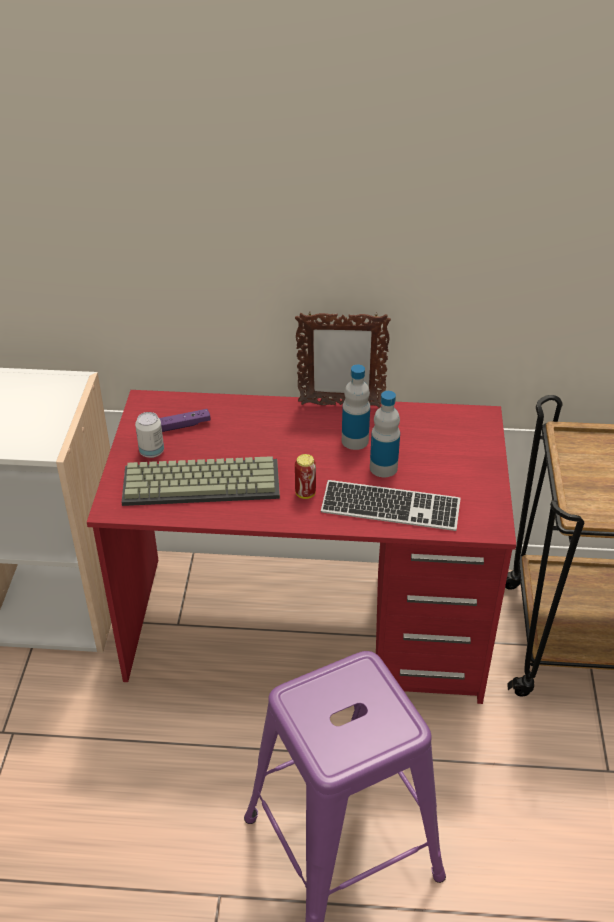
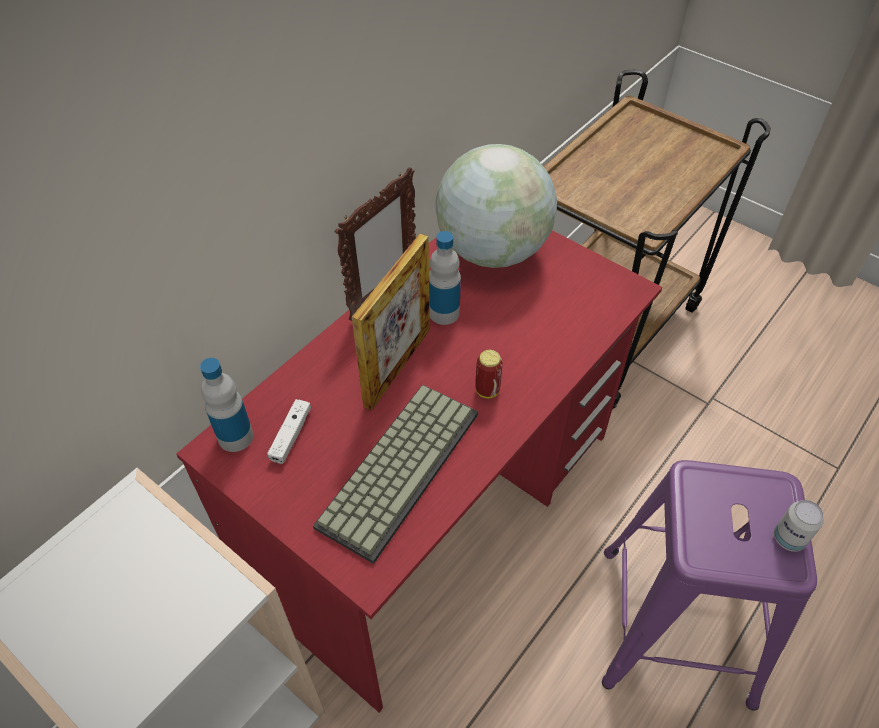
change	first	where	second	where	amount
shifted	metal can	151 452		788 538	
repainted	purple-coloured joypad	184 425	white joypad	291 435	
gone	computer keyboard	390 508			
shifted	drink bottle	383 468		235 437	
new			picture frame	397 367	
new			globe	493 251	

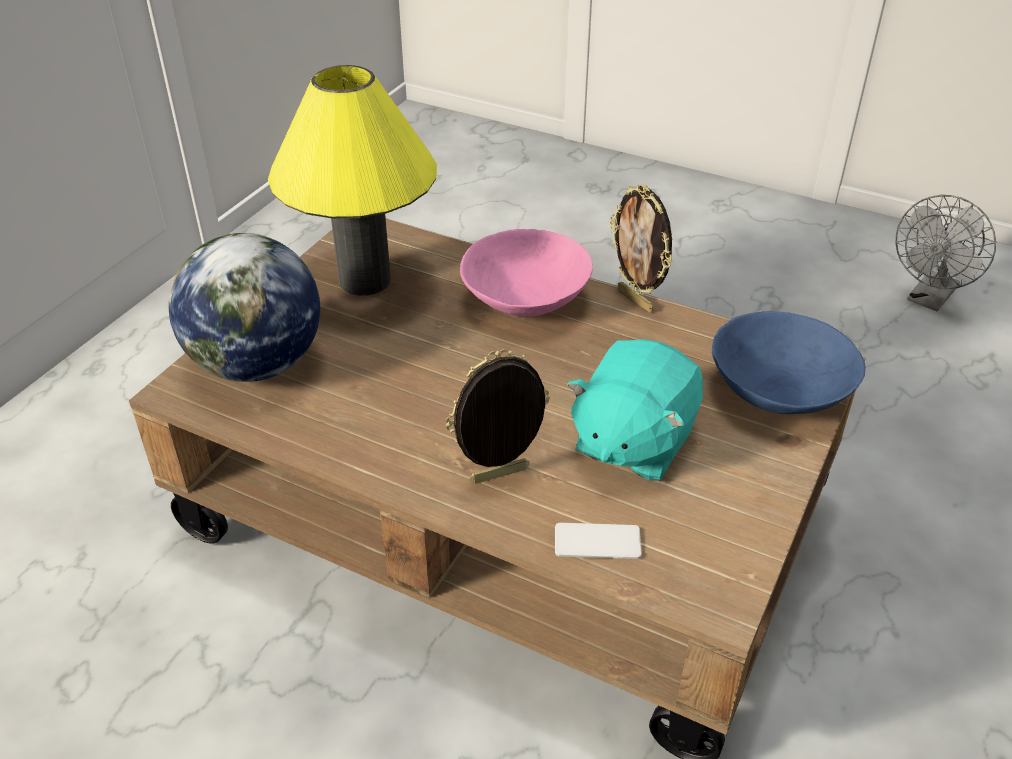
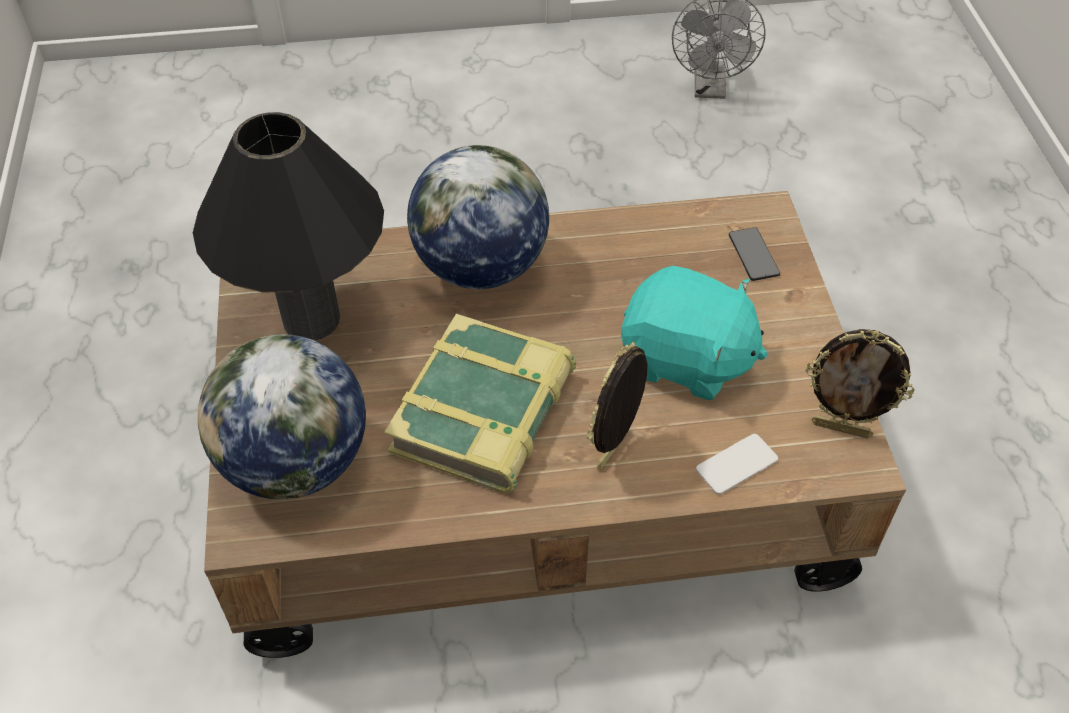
change	first	where	second	where	amount
repainted	yellowish tabletop lamp	365 280	black-coloured tabletop lamp	311 319	
swapped	pinkish deep dish	525 300	globe	480 267	
rotated	blue-green soft toy	632 441		686 360	60 degrees counterclockwise
shifted	picture frame	636 300		841 428	
swapped	blue-coloured deep dish	779 392	handset	753 255	
new			bound book	485 413	

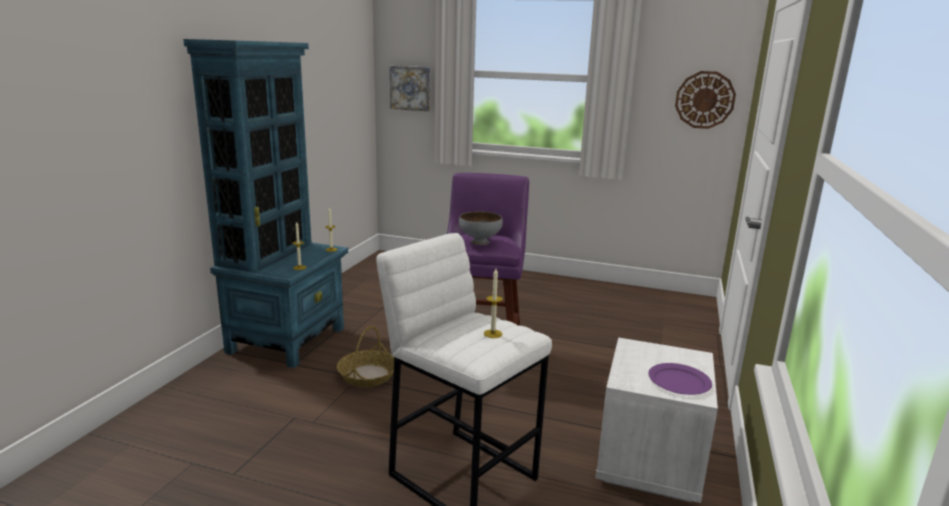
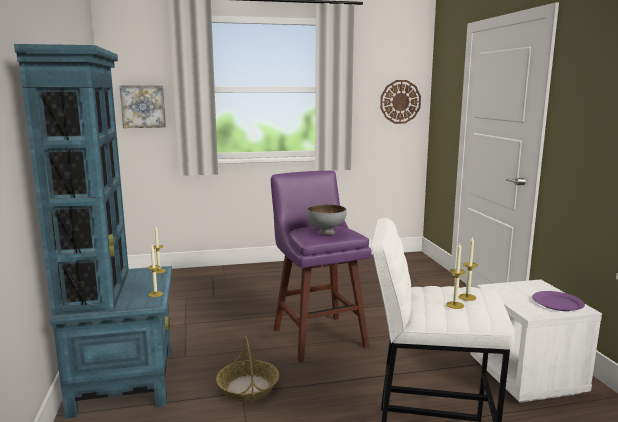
change	first	where	second	where	amount
new			candle	455 305	

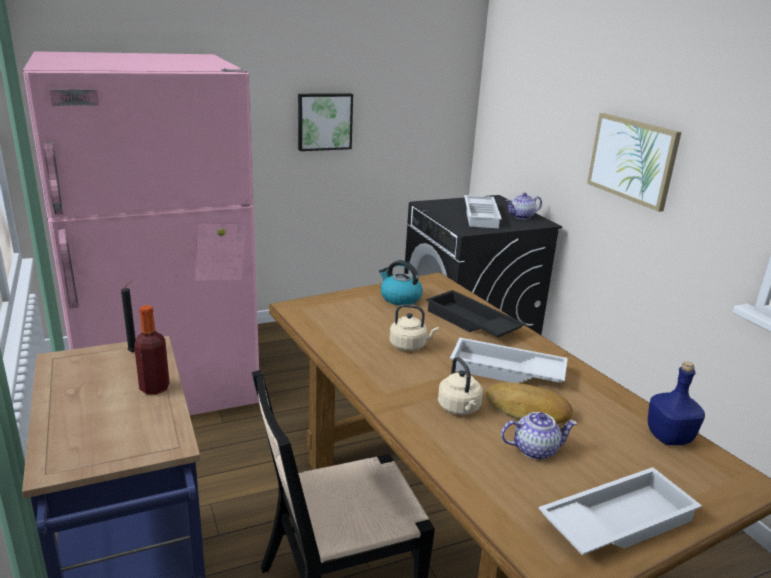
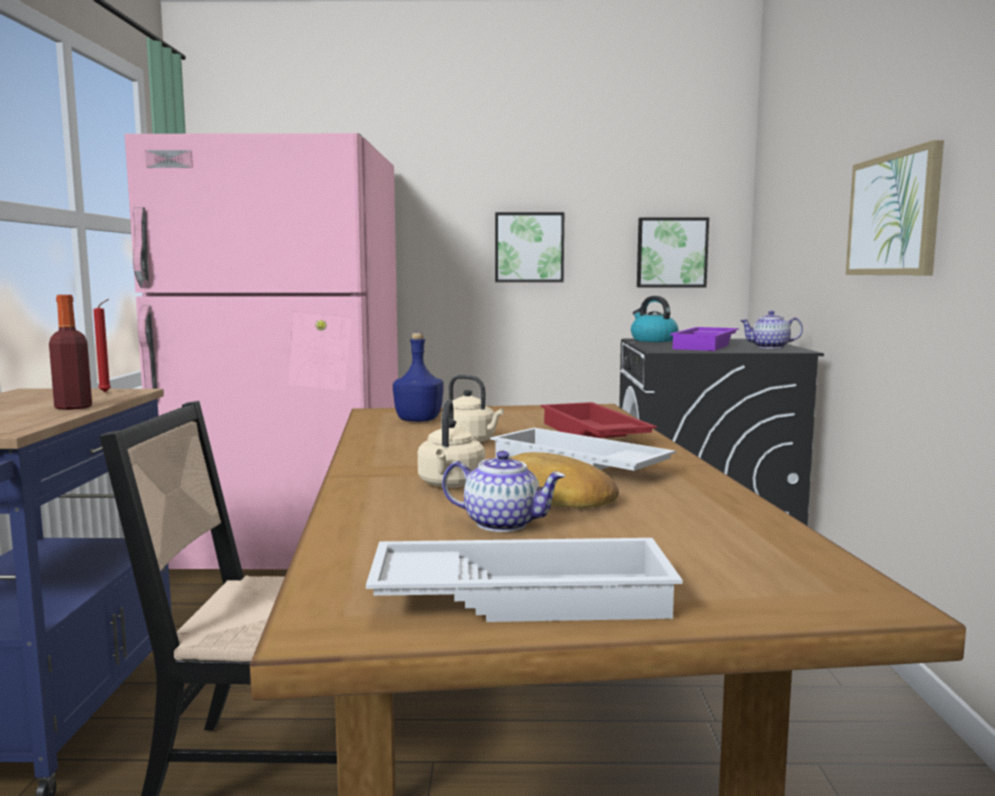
change	first	where	second	where	amount
repainted	black-coloured candle	134 351	red candle	107 392	
shifted	tea kettle	400 298		653 340	
repainted	black-coloured serving tray	470 322	red serving tray	591 434	
repainted	white serving tray	482 216	purple-coloured serving tray	706 345	
shifted	blue-coloured drink bottle	669 437		419 420	
new			wall art	671 252	

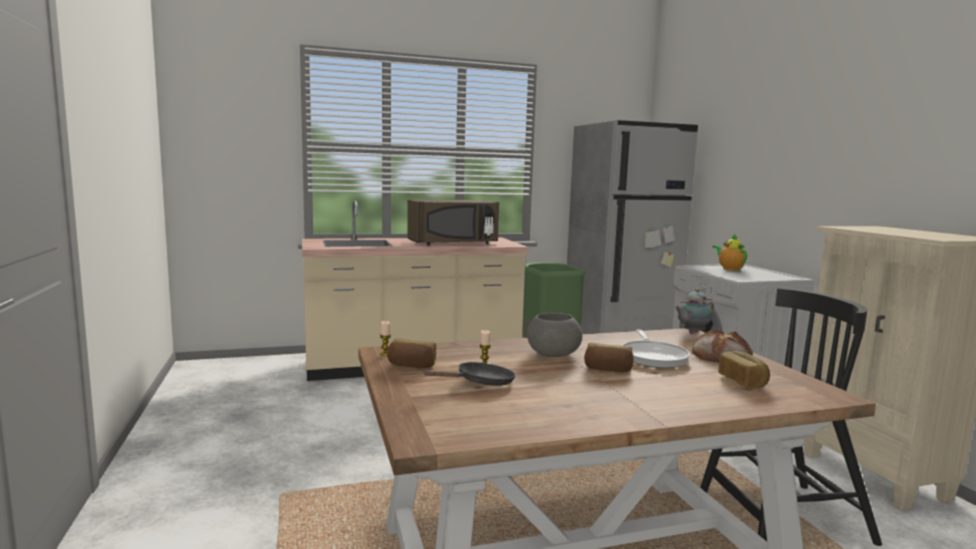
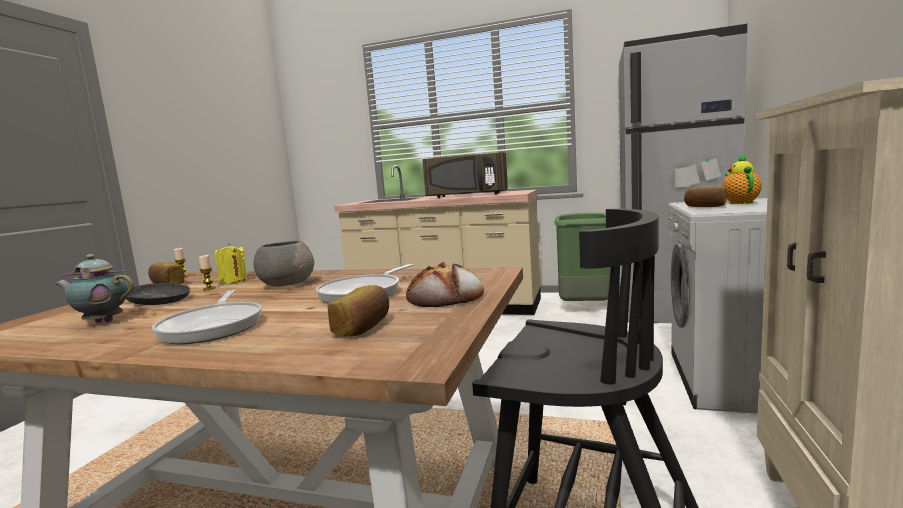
change	first	where	second	where	amount
shifted	baked bread	608 369		705 206	
shifted	tea pot	691 333		102 322	
new			frying pan	214 326	
new			yellowish candle	233 280	

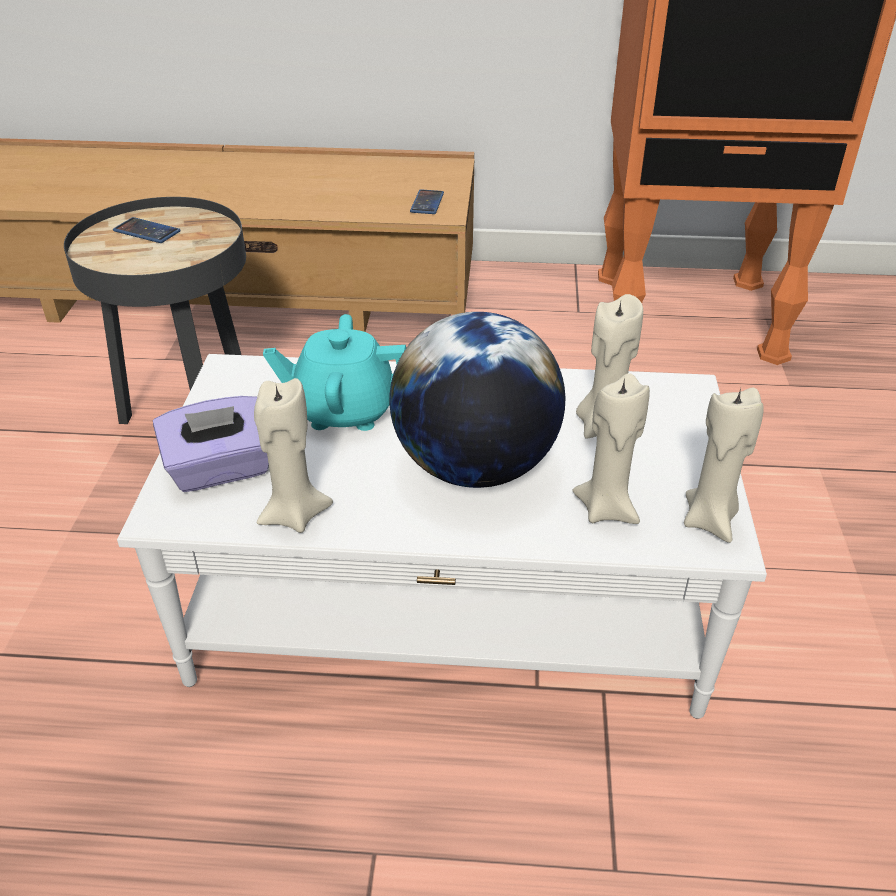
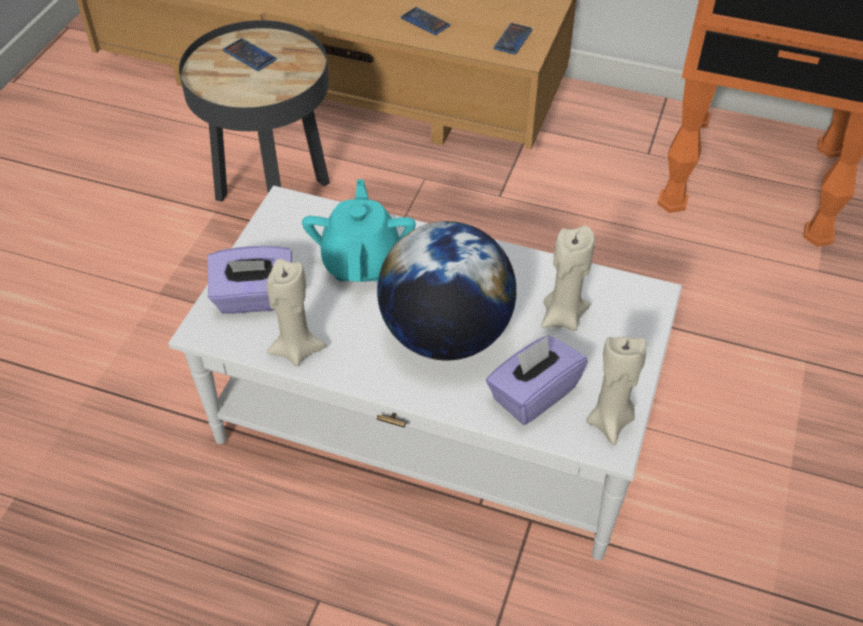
change	first	where	second	where	amount
rotated	blue-green tea pot	344 411		362 262	75 degrees clockwise
swapped	beige-coloured candle	606 508	purple-coloured tissue box	533 394	
new			handset	425 22	

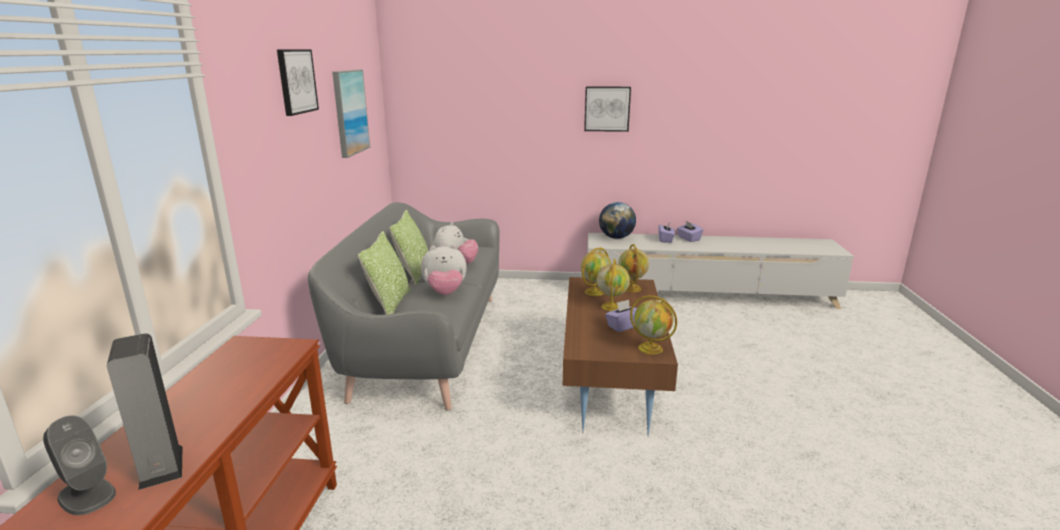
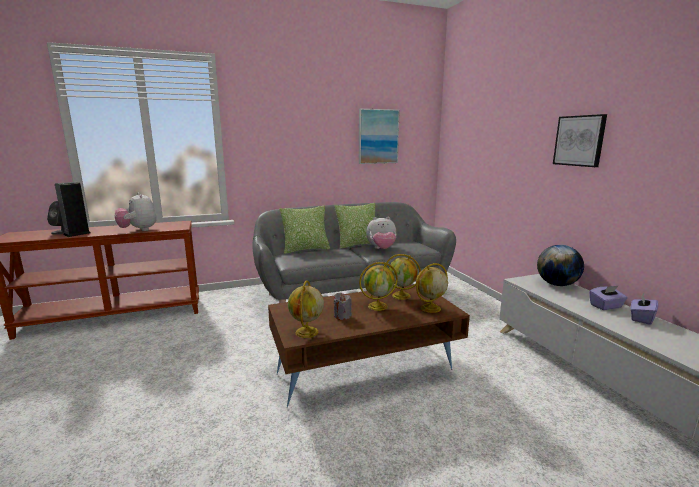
change	first	where	second	where	amount
gone	wall art	296 81			
shifted	soft toy	445 293		138 230	
swapped	purple-coloured tissue box	623 326	grey candle	342 316	

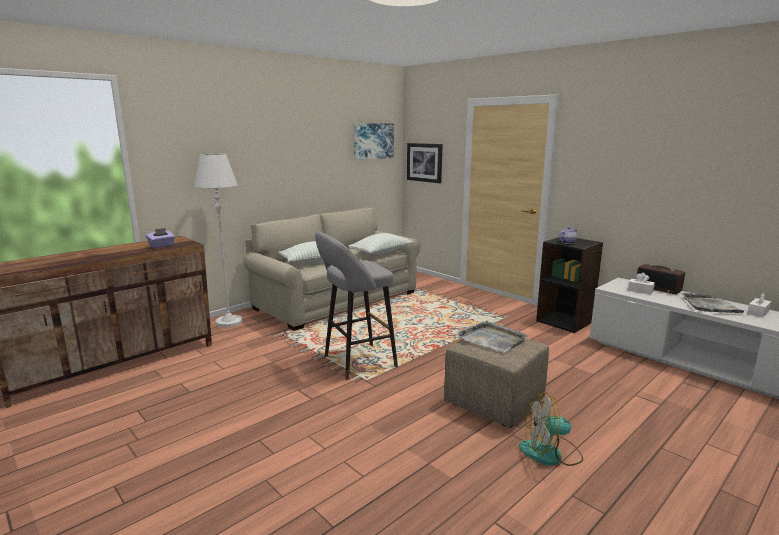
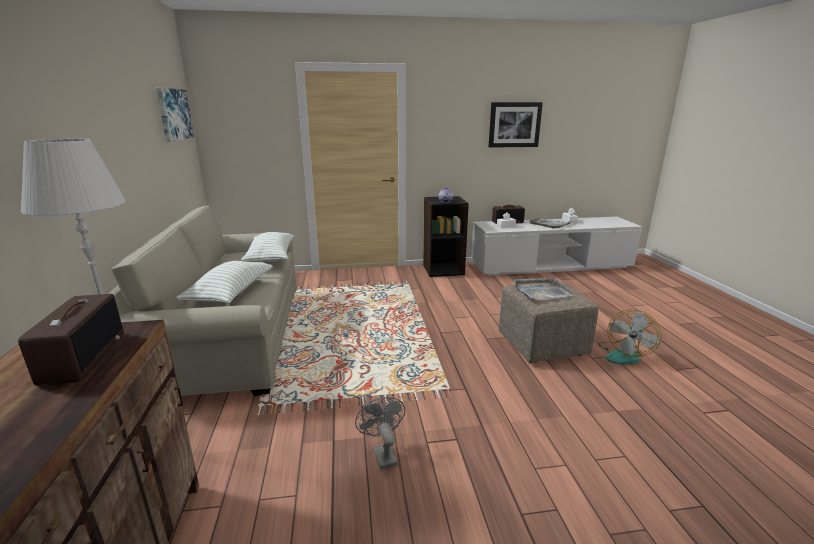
change	first	where	second	where	amount
swapped	purple-coloured tissue box	162 246	radio receiver	83 357	
gone	grey sitting stool	356 362			
shifted	wall art	424 162		514 125	
new			grey fan	382 453	

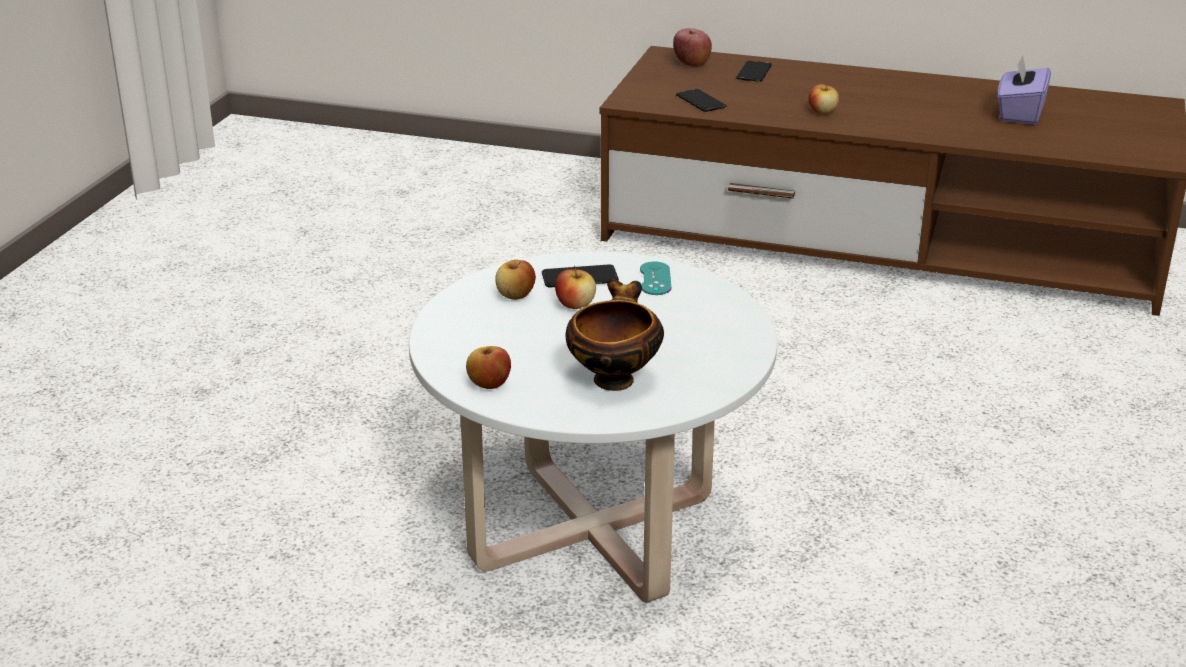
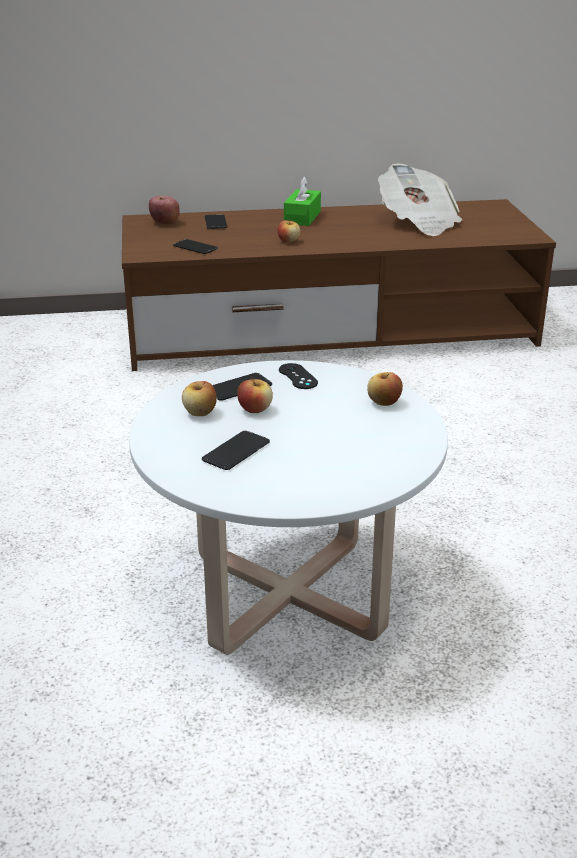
change	first	where	second	where	amount
shifted	apple fruit	489 384		384 402	
gone	deep dish	613 378			
repainted	blue-green joypad	655 279	black-coloured joypad	298 376	
swapped	purple-coloured tissue box	1019 113	newspaper	418 222	
new			handset	236 451	
new			green-coloured tissue box	302 217	

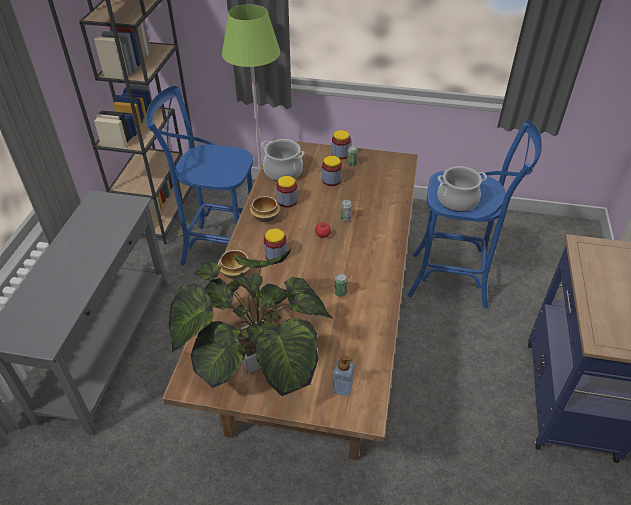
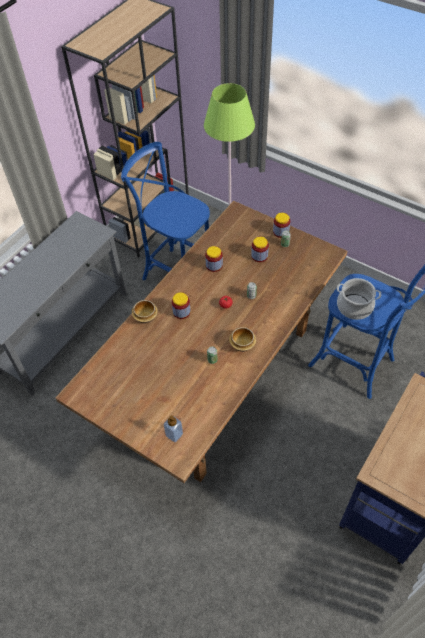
change	first	where	second	where	amount
gone	houseplant	257 352			
shifted	deep dish	264 217		242 344	
gone	cooking pot	283 171			

